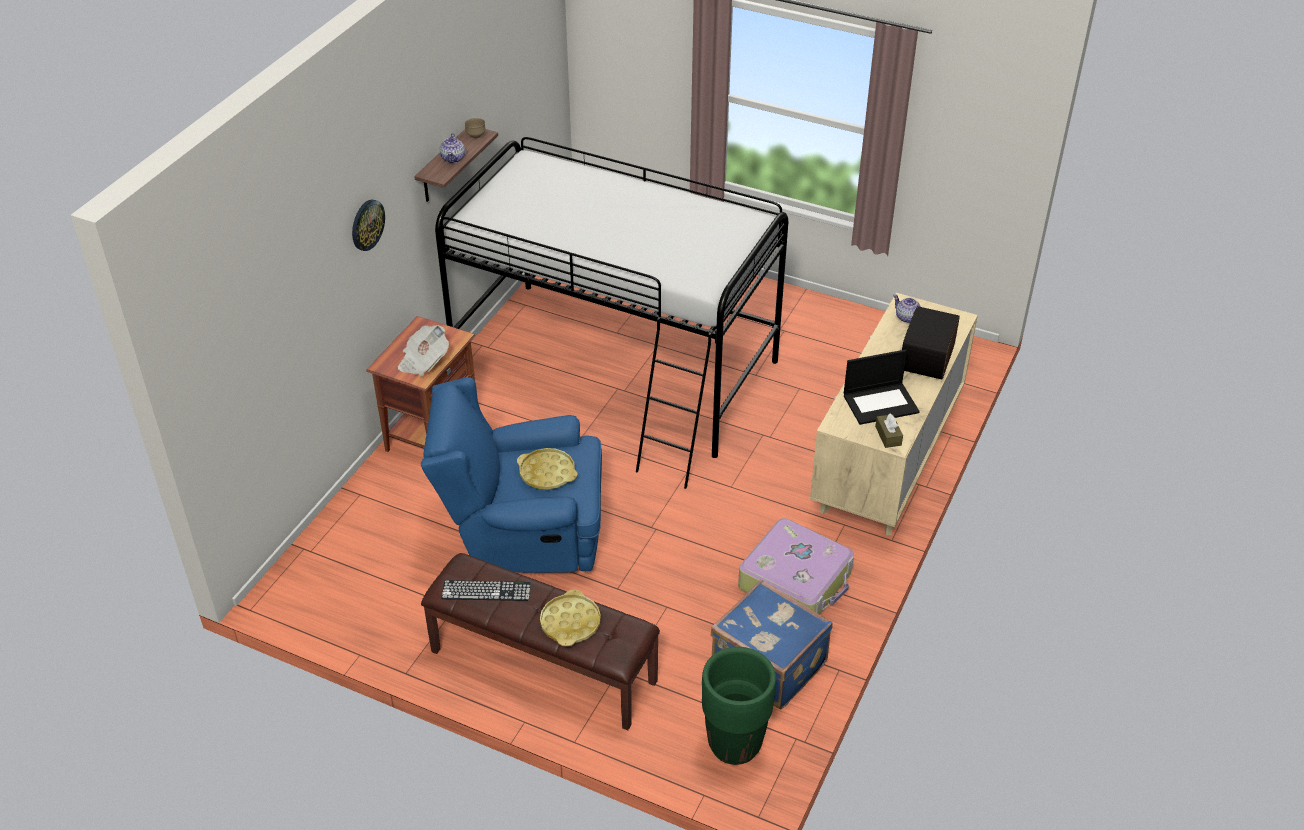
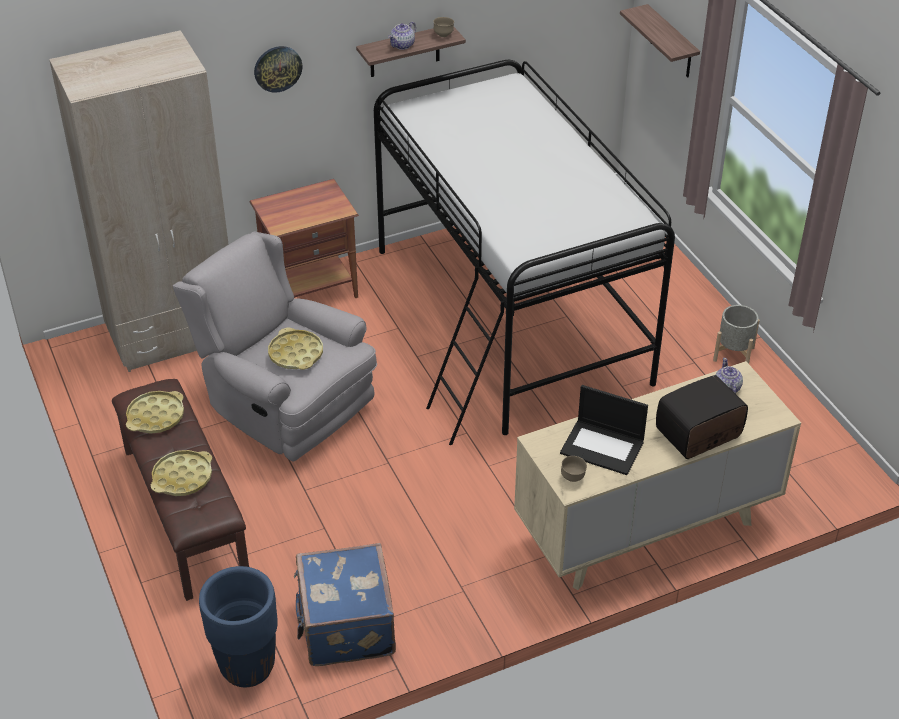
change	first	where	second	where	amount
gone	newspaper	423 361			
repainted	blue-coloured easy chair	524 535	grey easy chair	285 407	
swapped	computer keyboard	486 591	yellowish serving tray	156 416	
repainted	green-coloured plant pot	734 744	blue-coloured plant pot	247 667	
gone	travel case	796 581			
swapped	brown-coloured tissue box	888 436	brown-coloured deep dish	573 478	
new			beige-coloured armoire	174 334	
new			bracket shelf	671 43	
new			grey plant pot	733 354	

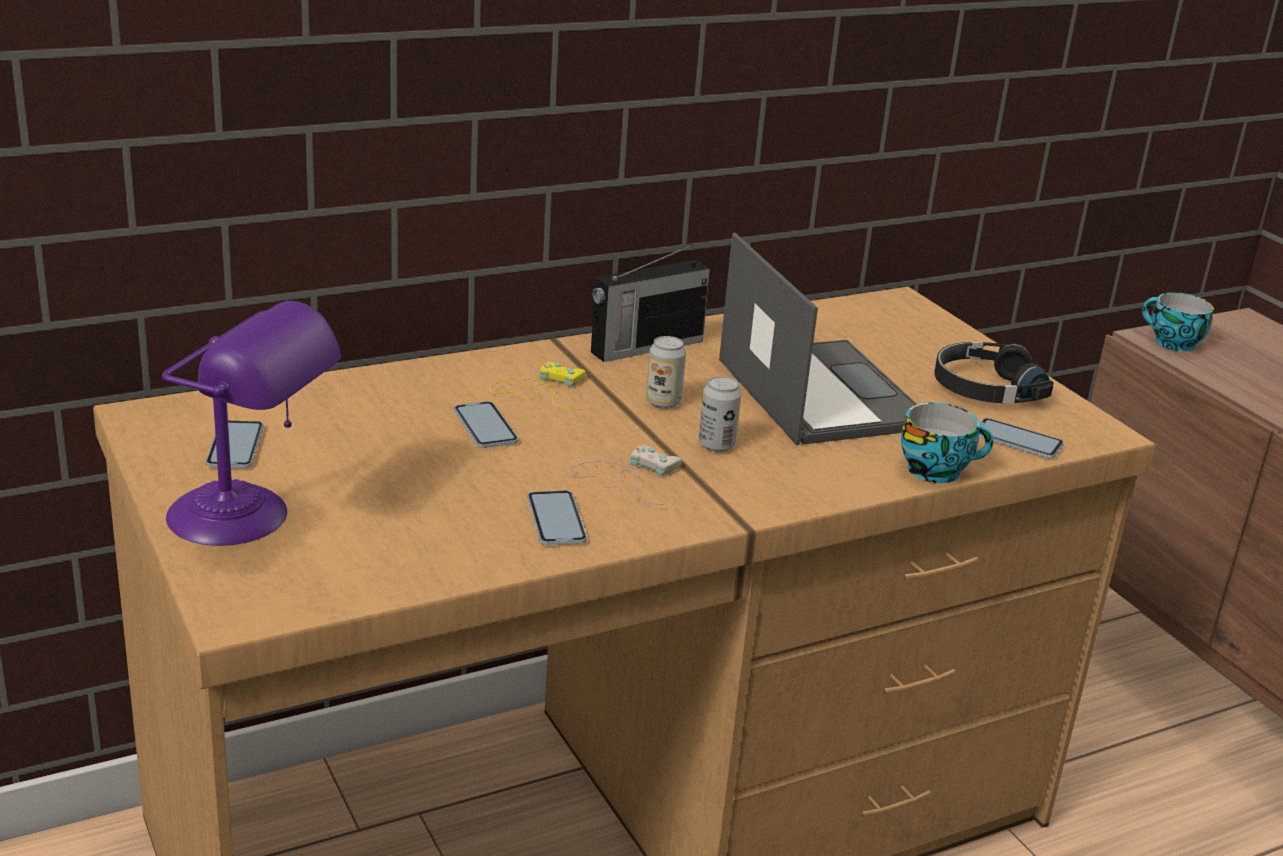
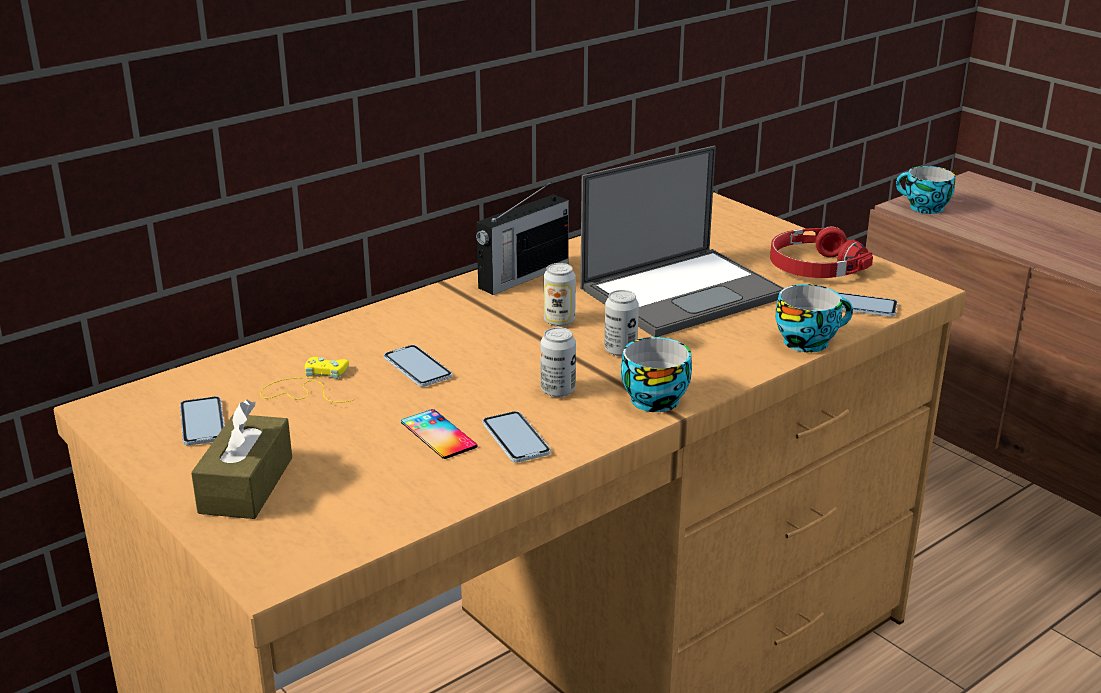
change	first	where	second	where	amount
swapped	purple-coloured tabletop lamp	251 519	brown-coloured tissue box	246 485	
shifted	yellowish joypad	540 390		309 387	
swapped	white joypad	626 477	metal can	558 390	
rotated	laptop	819 392		683 292	90 degrees clockwise
repainted	black-coloured headphones	985 388	red headphones	814 267	
new			handset	438 434	
new			drinking cup	654 398	

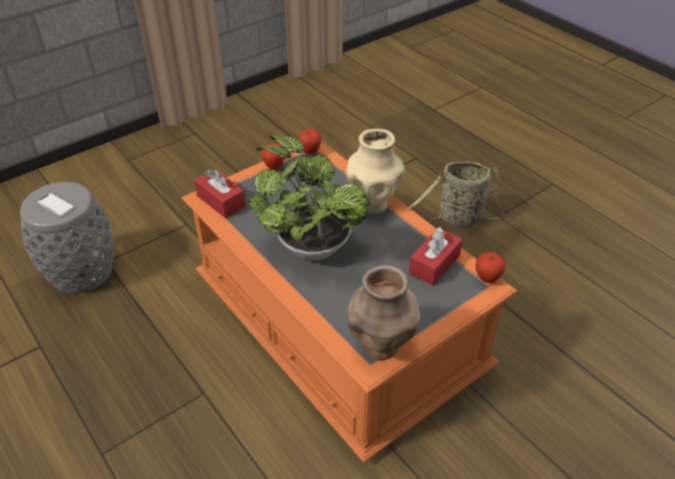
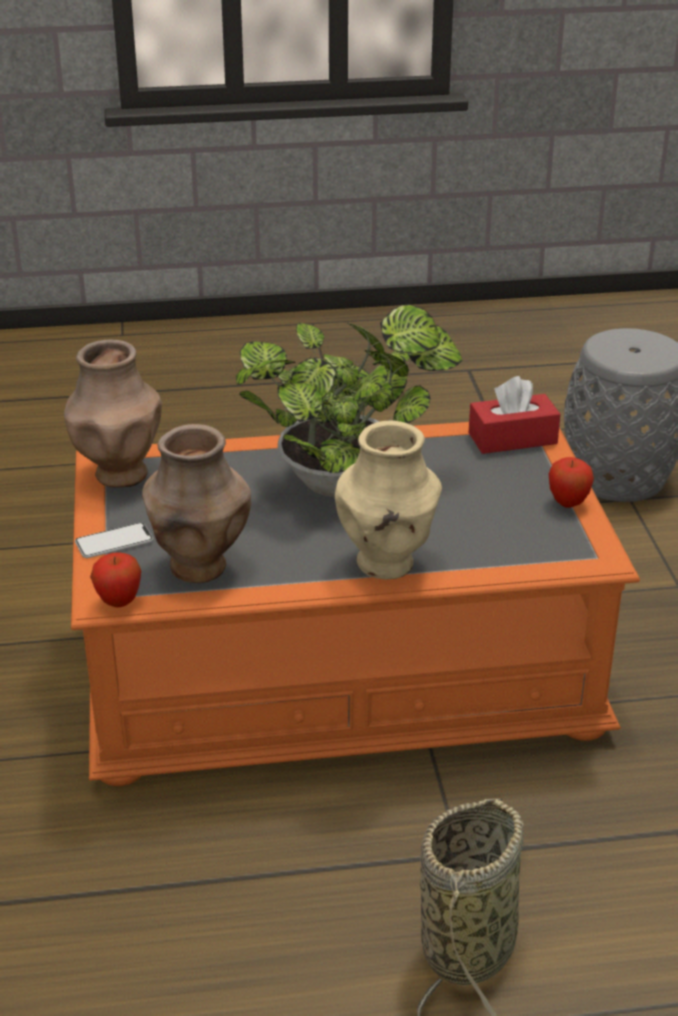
change	first	where	second	where	amount
shifted	handset	56 205		114 542	
gone	apple fruit	310 152			
swapped	red tissue box	434 264	brown-coloured vase	199 567	

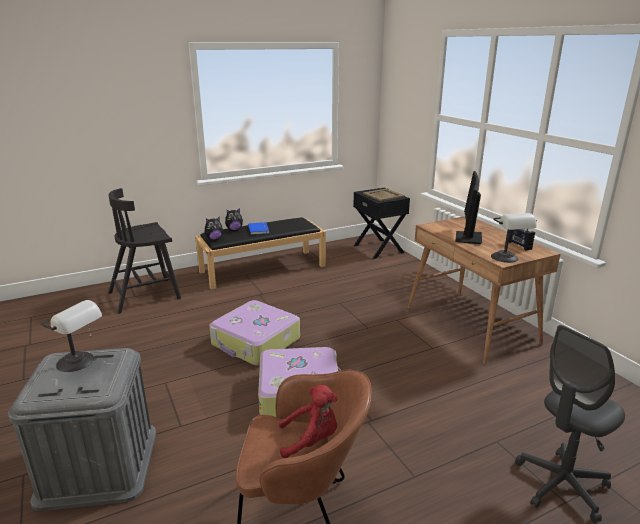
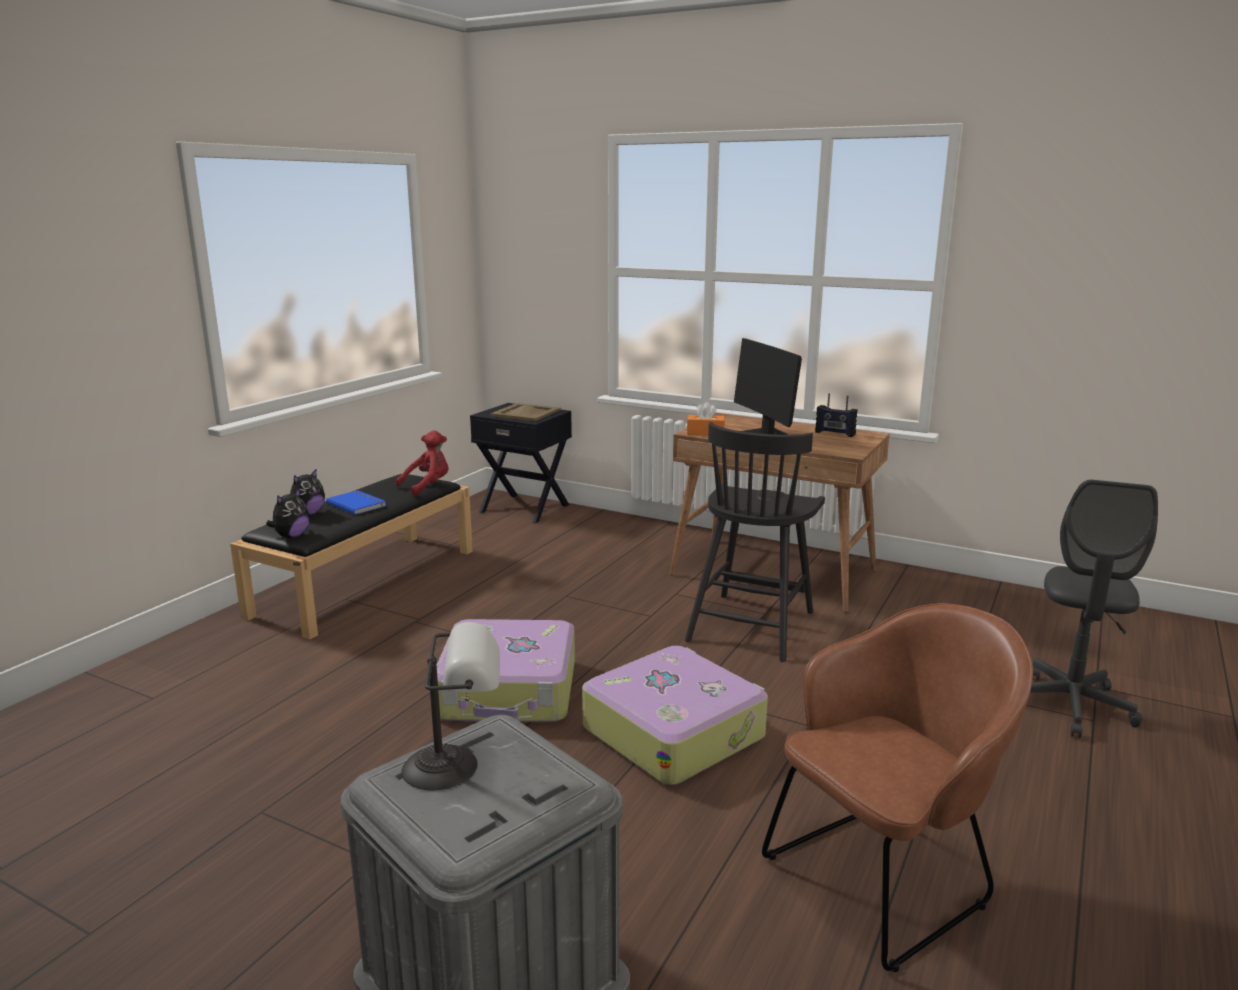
change	first	where	second	where	amount
shifted	black-coloured chair	146 295		752 624	
shifted	red soft toy	311 440		428 486	
gone	tabletop lamp	508 259			
new			orangey tissue box	705 433	

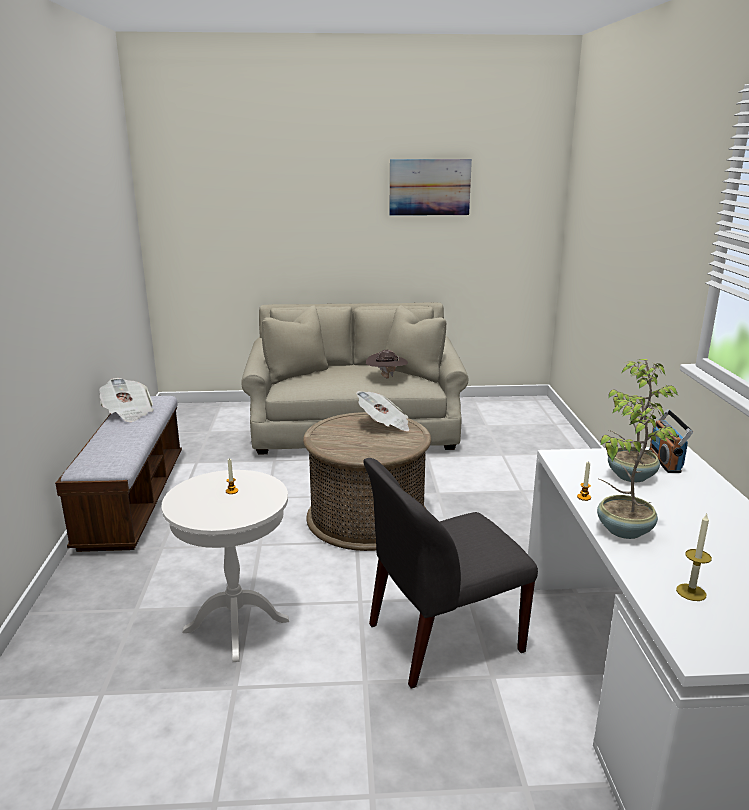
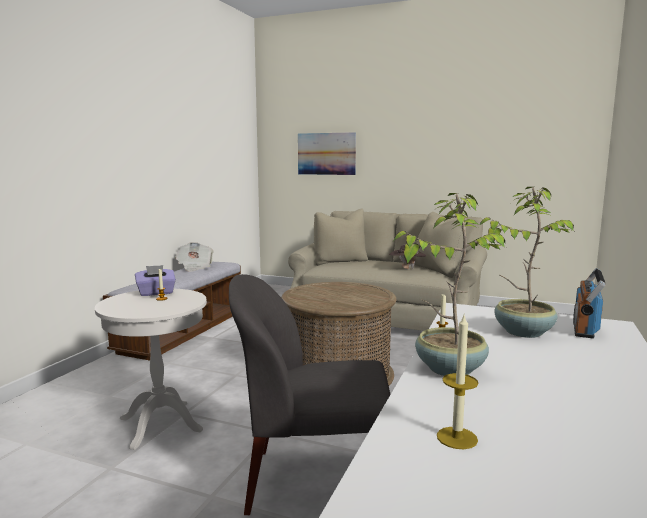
change	first	where	second	where	amount
gone	newspaper	384 425			
shifted	wall art	429 187		326 154	
new			purple-coloured tissue box	156 293	

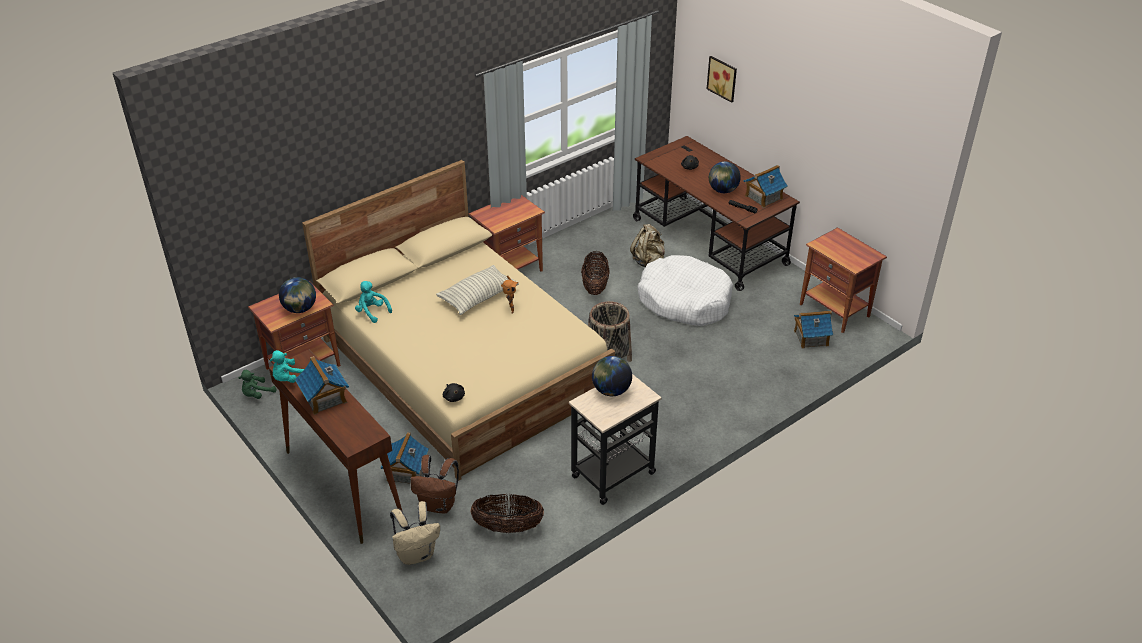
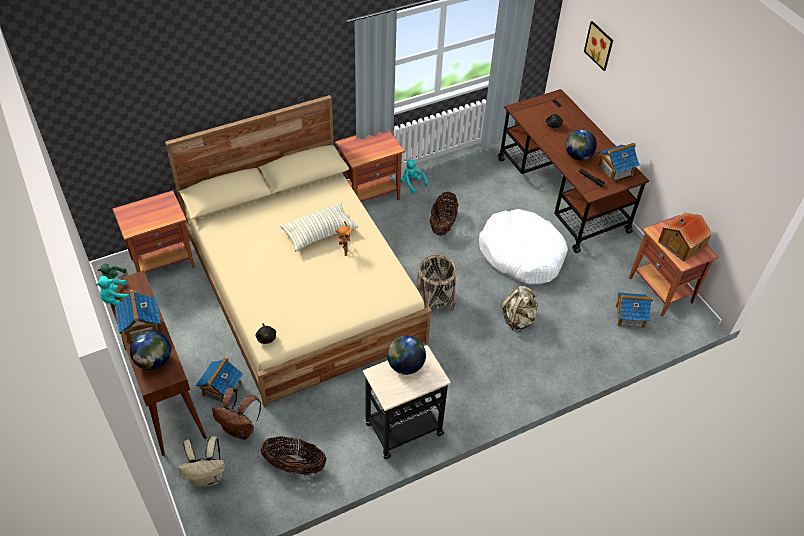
change	first	where	second	where	amount
shifted	globe	300 309		154 361	
shifted	blue-green soft toy	372 312		412 183	
shifted	beige-coloured backpack	648 261		518 319	
new			miniature house	680 244	

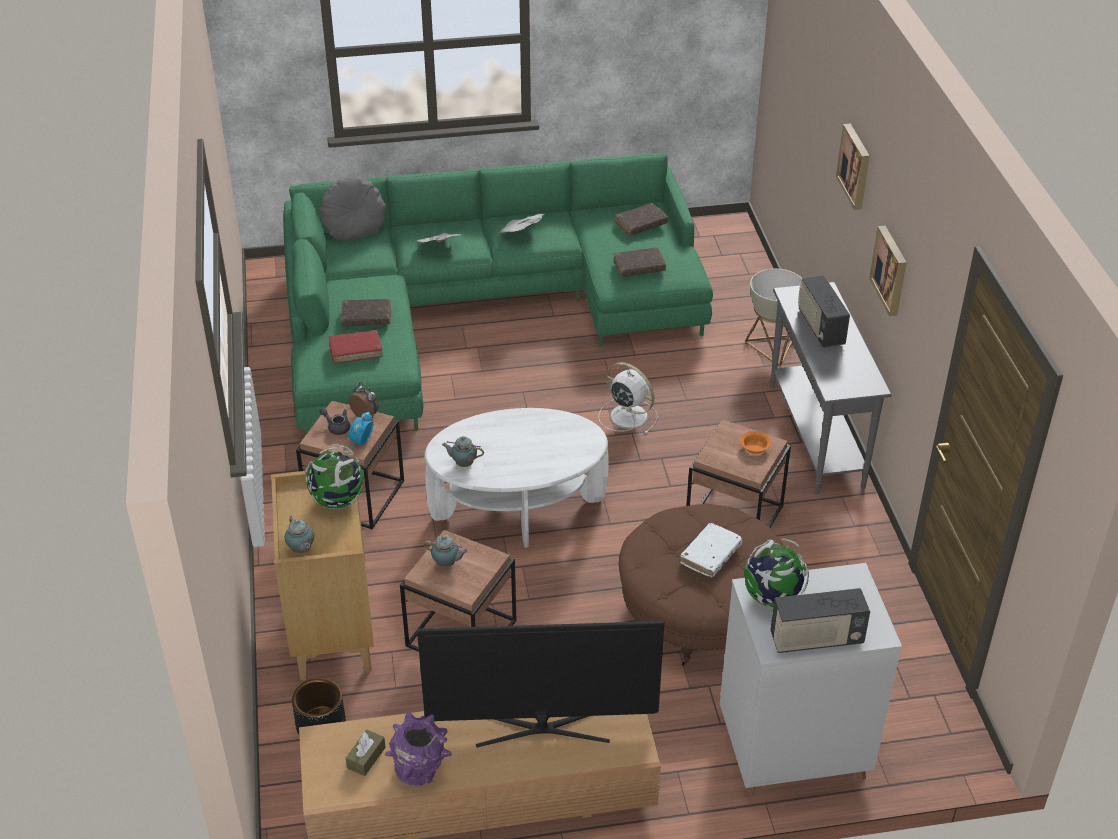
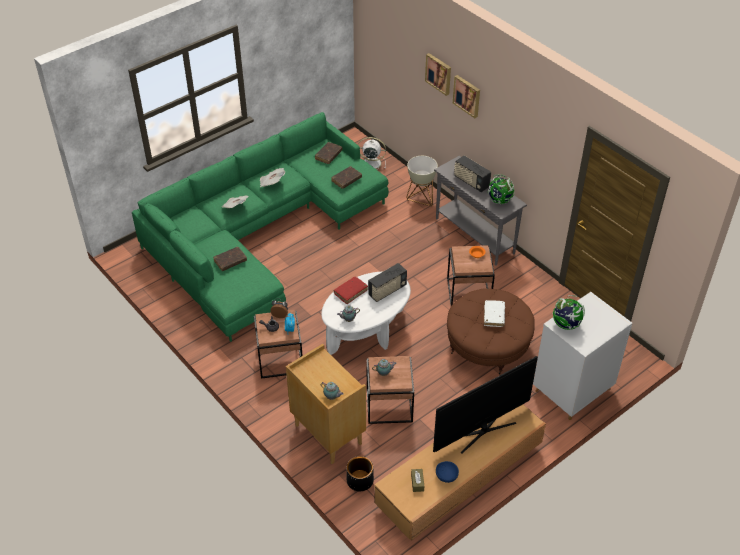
change	first	where	second	where	amount
shifted	globe	338 500		499 200	
gone	grey cushion	355 233			
shifted	red bound book	356 351		350 292	
swapped	purple-coloured vase	421 770	blue-coloured deep dish	446 476	
shifted	white fan	627 415		370 163	
shifted	radio receiver	816 639		387 291	
shifted	wall art	891 270		439 73	

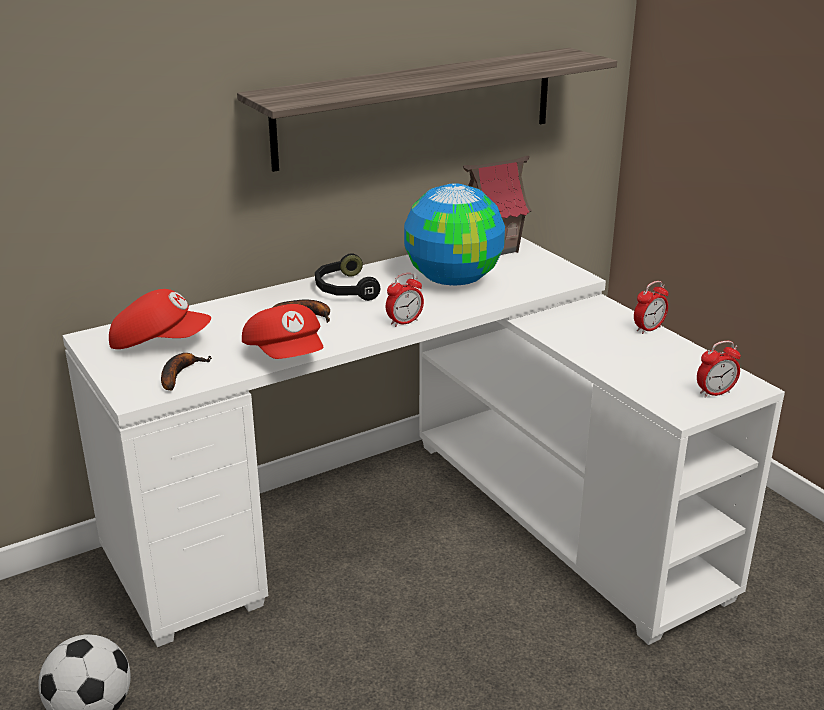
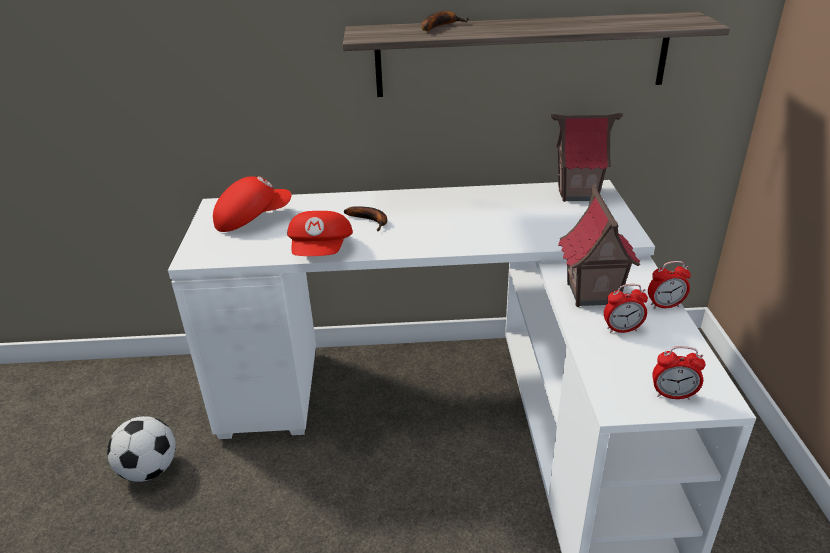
change	first	where	second	where	amount
rotated	red peaked cap	160 342		252 219	60 degrees counterclockwise
shifted	banana	179 374		440 26	
gone	black-coloured headphones	344 289			
shifted	alarm clock	404 322		622 329	
gone	globe	452 280			
new			miniature house	591 294	

